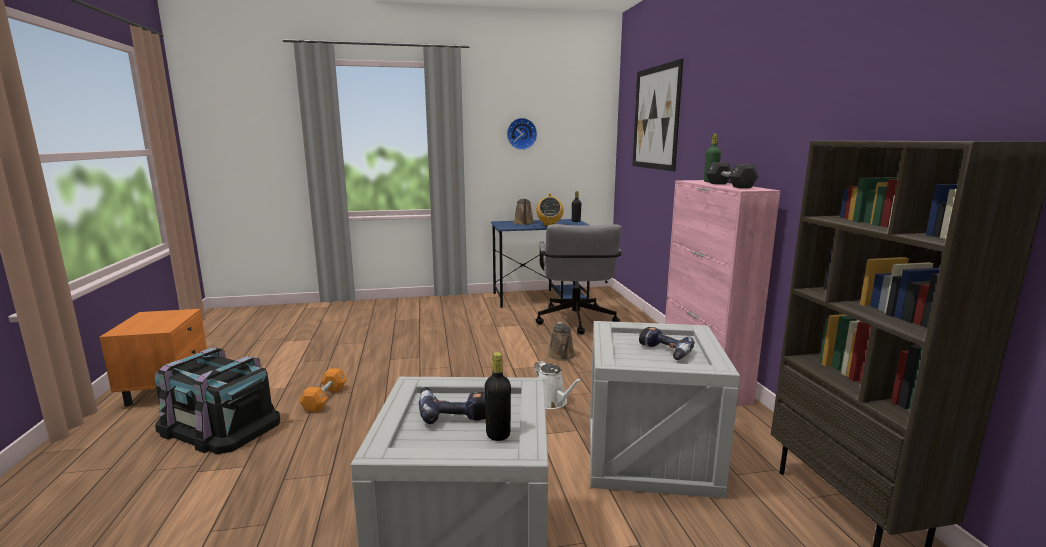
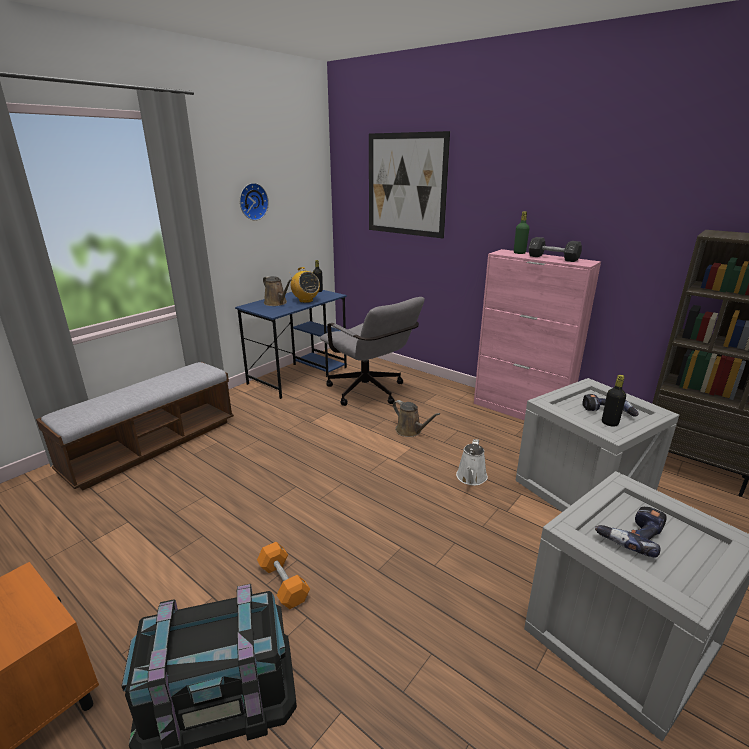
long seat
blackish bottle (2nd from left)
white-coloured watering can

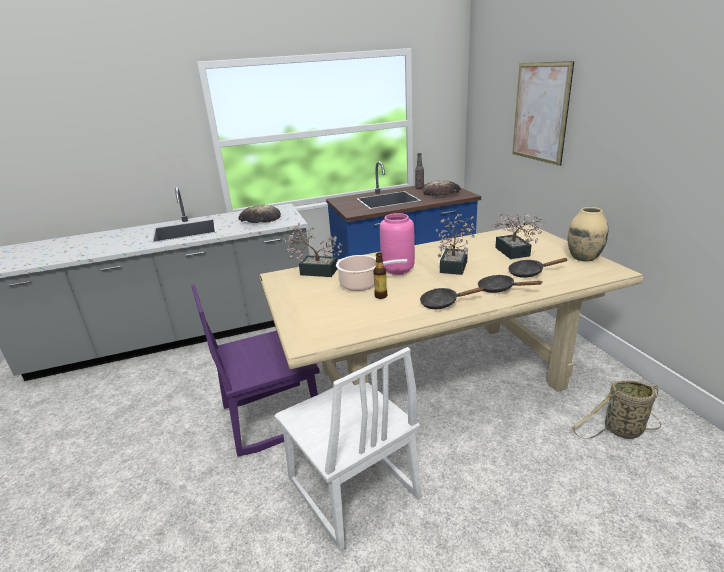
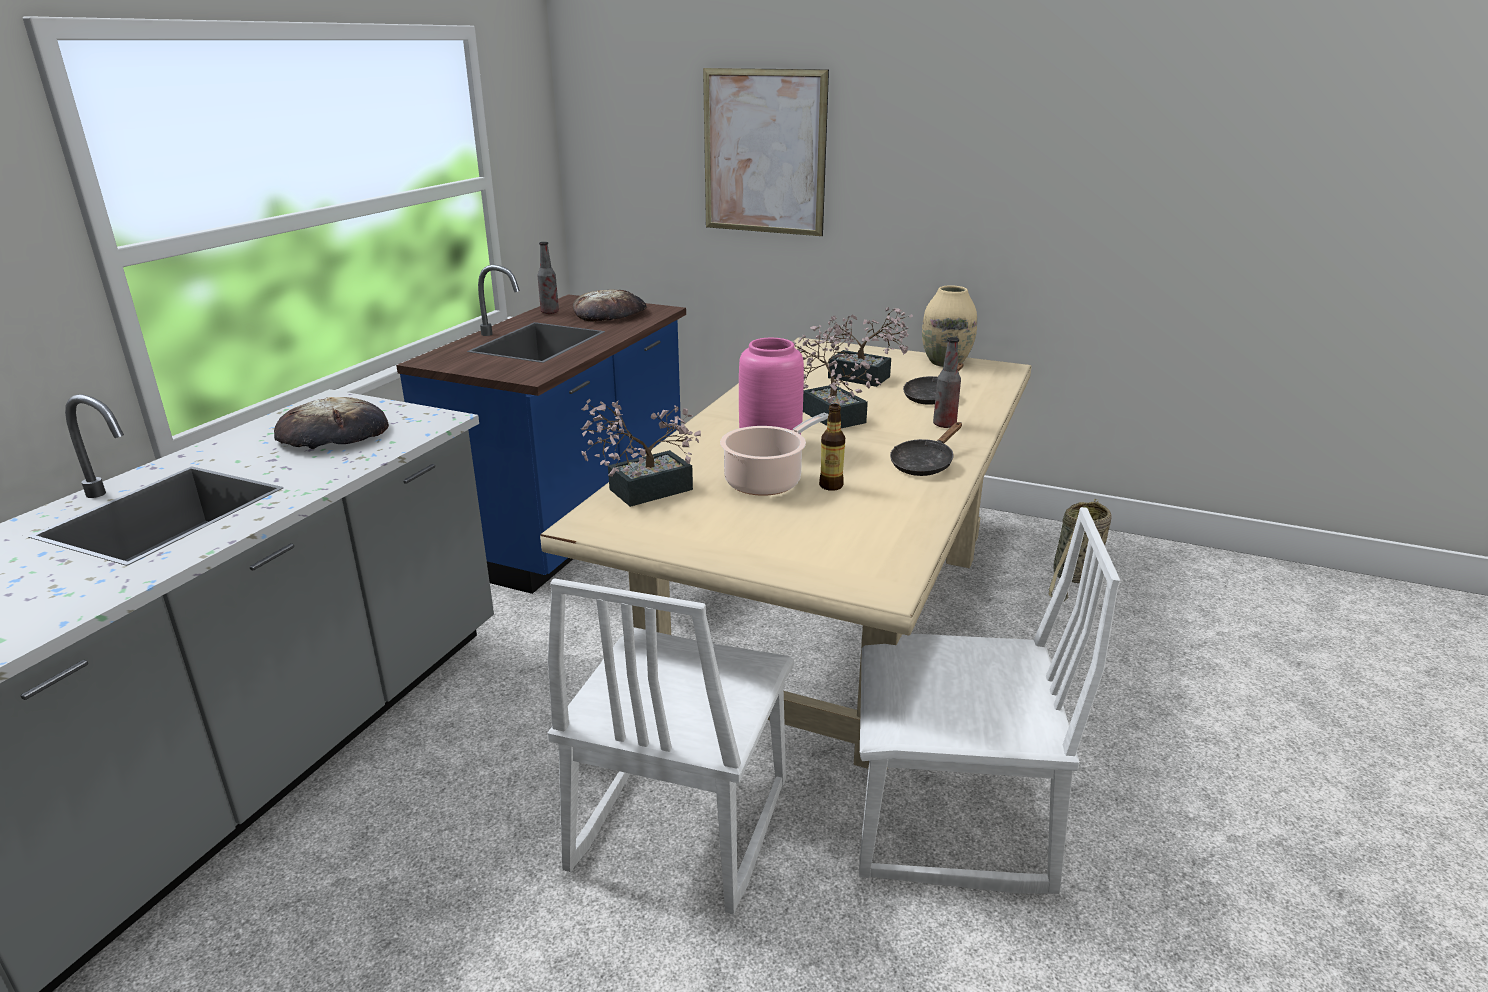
bottle (3rd from left)
white-coloured upright chair (1st from left)

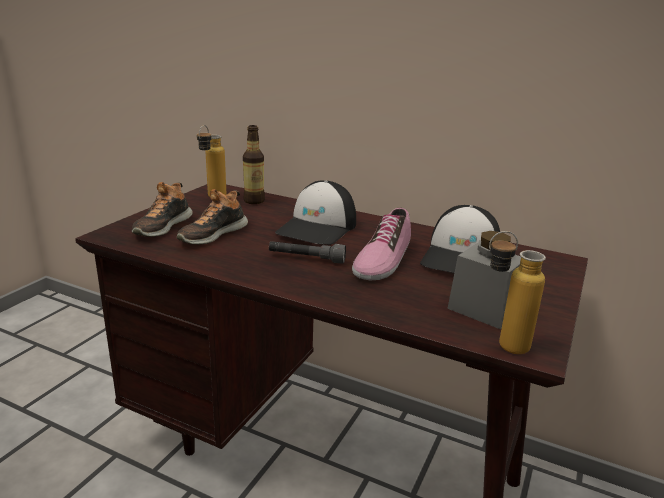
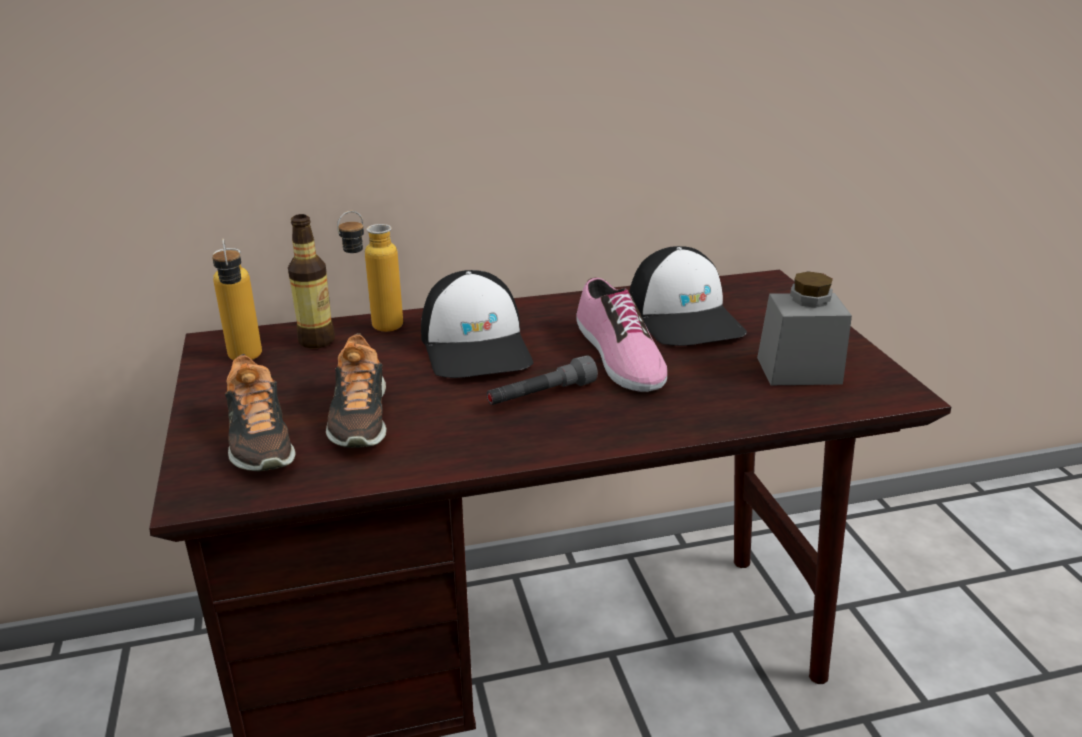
bottle (3rd from left)

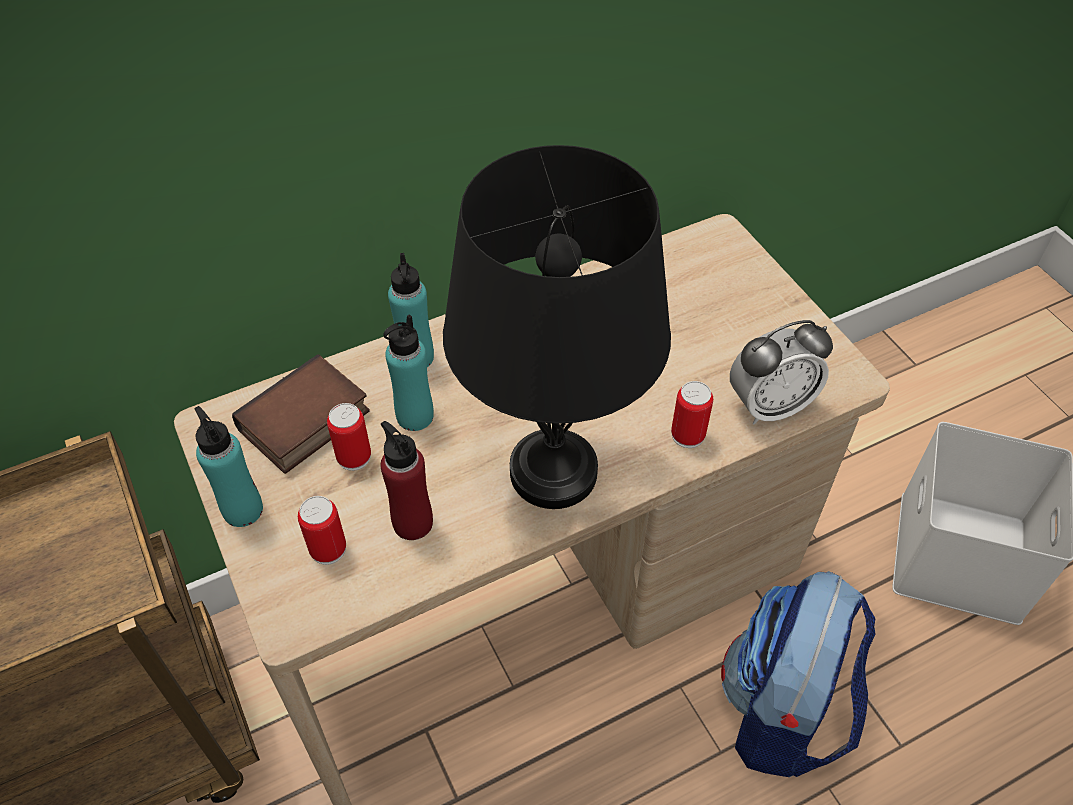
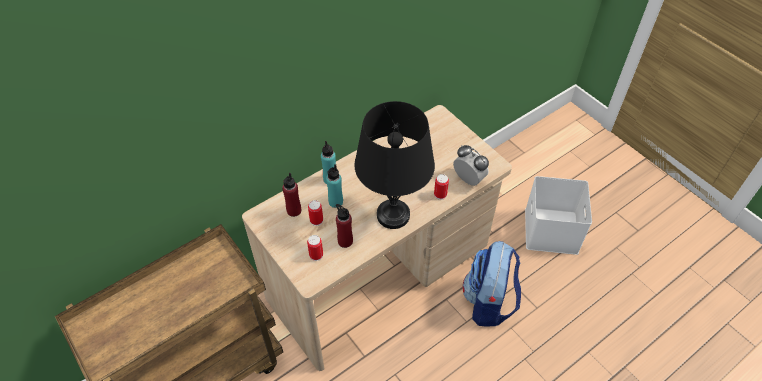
blue-green bottle (1st from left in the first image)
red-coloured bottle (1st from left)
table clock

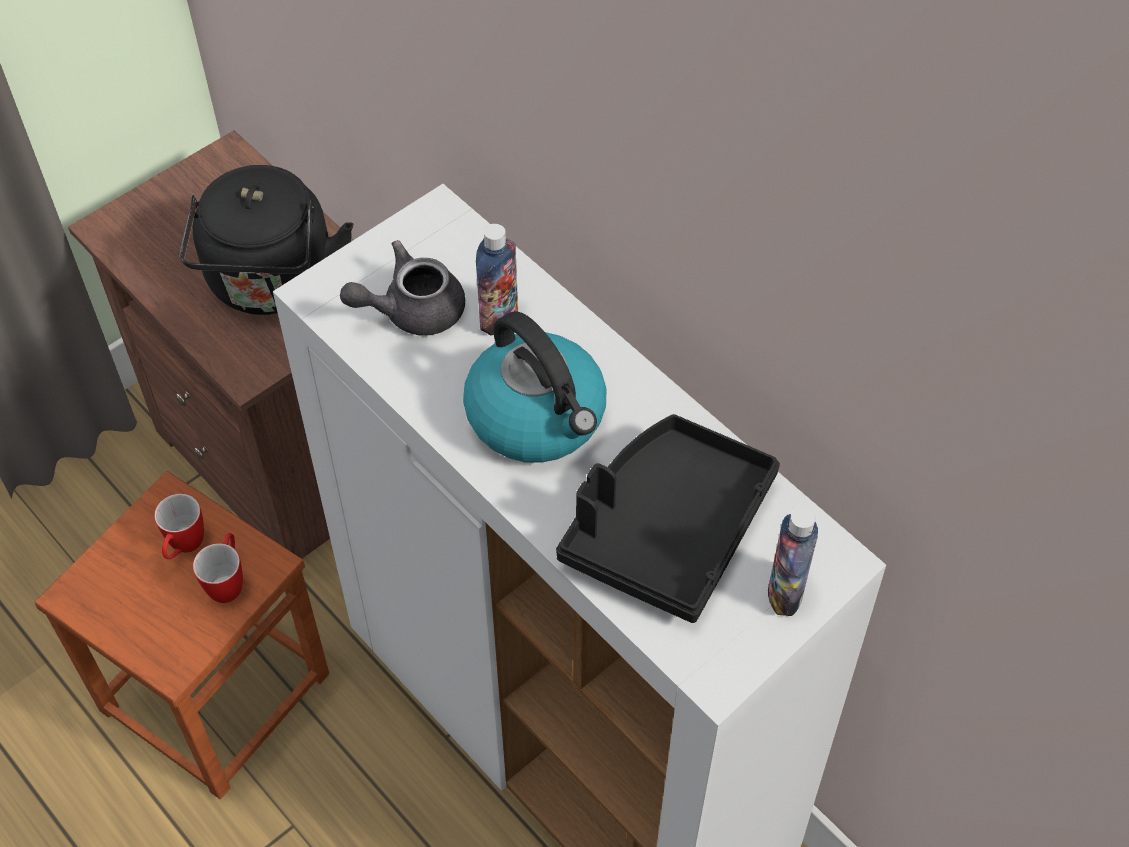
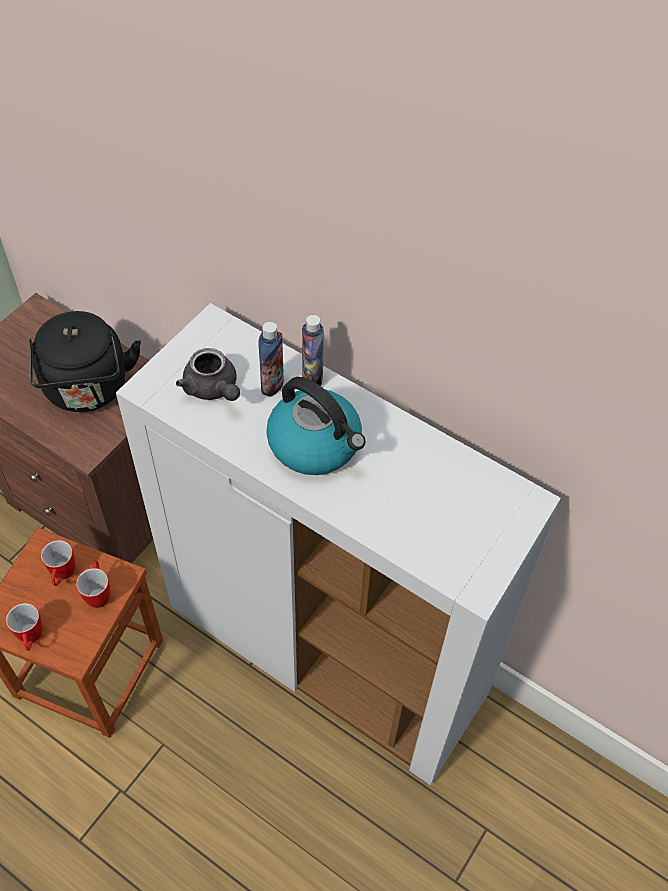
blackish tray
tea mug (1st from left)
bottle (2nd from left)
gray pot for tea

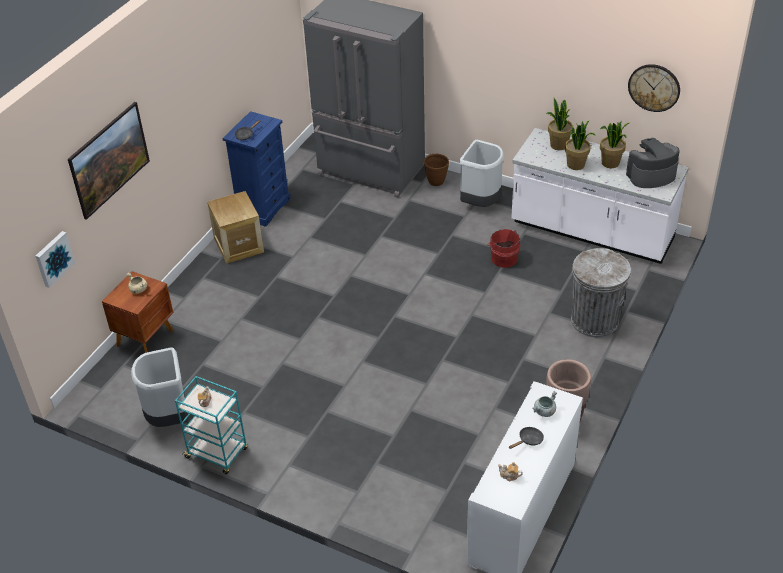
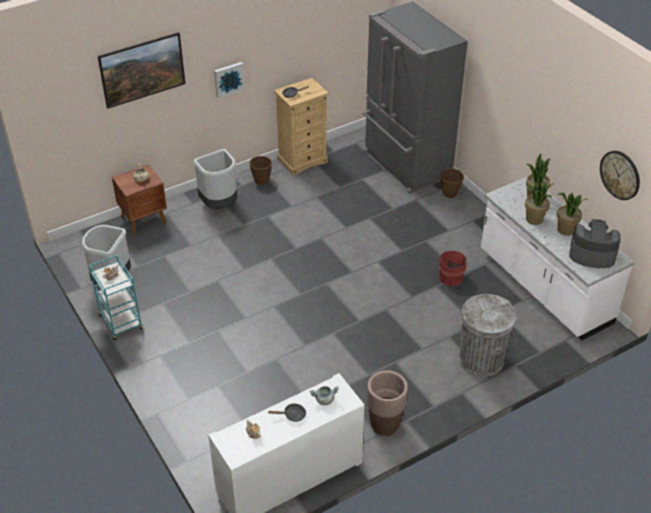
wall art (2nd from left)
gray trash can (2nd from left)
brownish planter (1st from left)
sand-coloured drawer chest

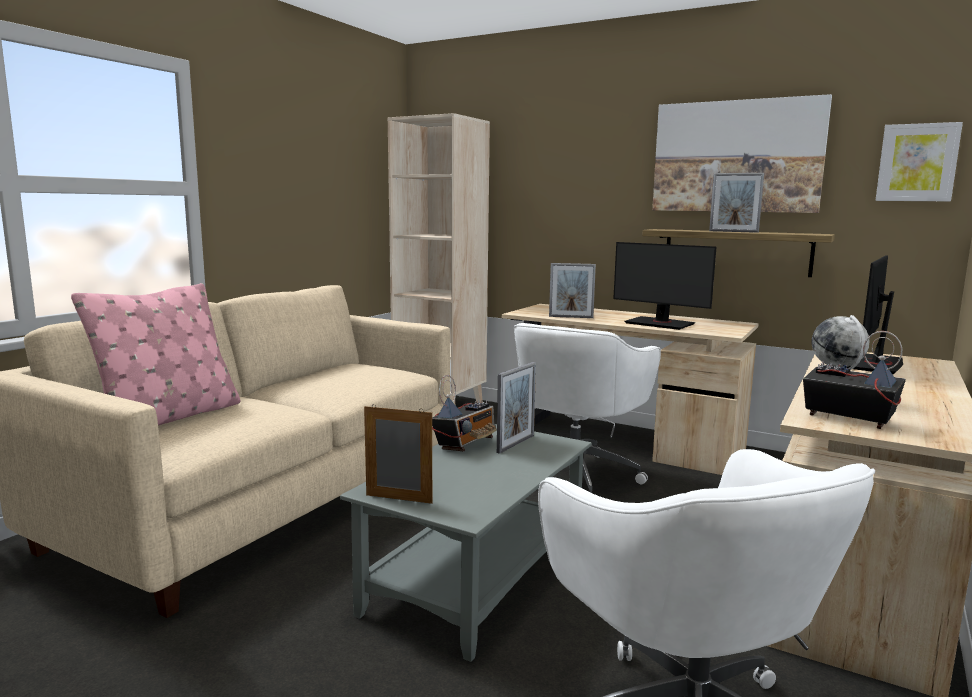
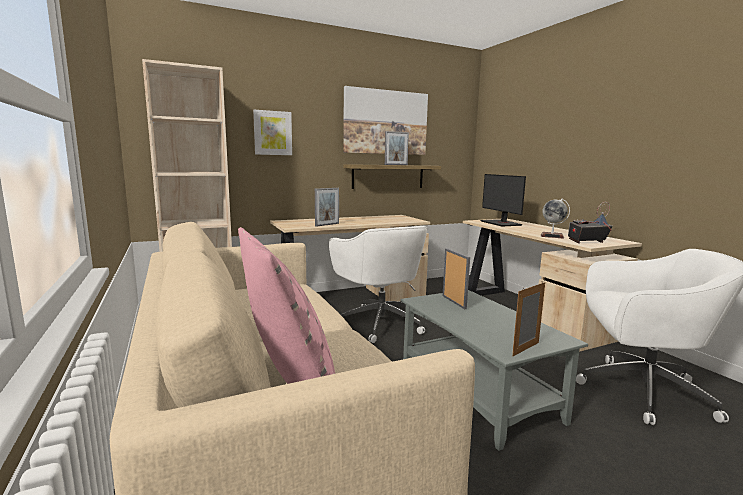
radio set (1st from left in the first image)
computer display (1st from left in the first image)
wall art (1st from left)

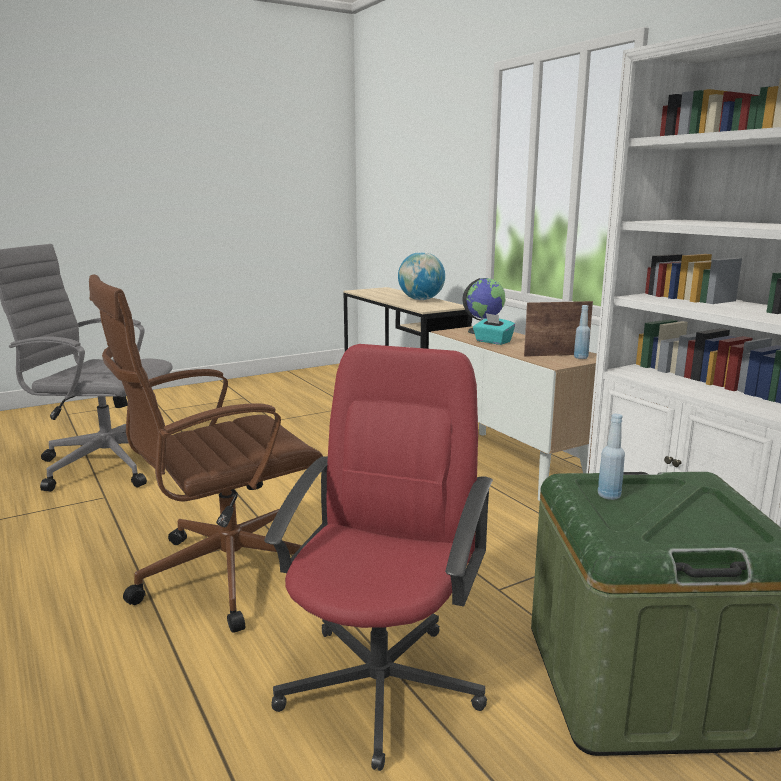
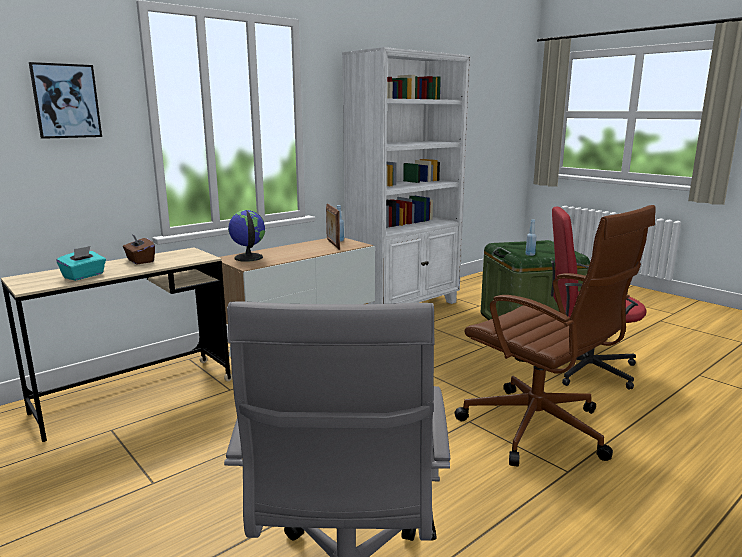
wall art
blue-green box of tissues
brownish box of tissues

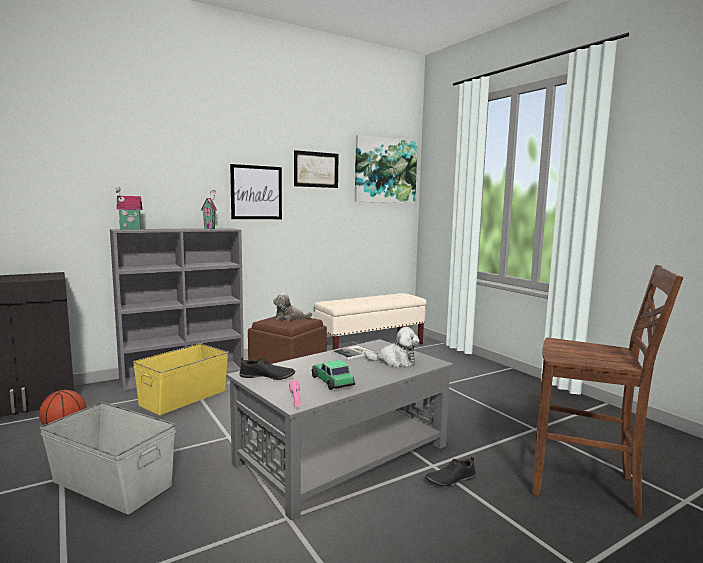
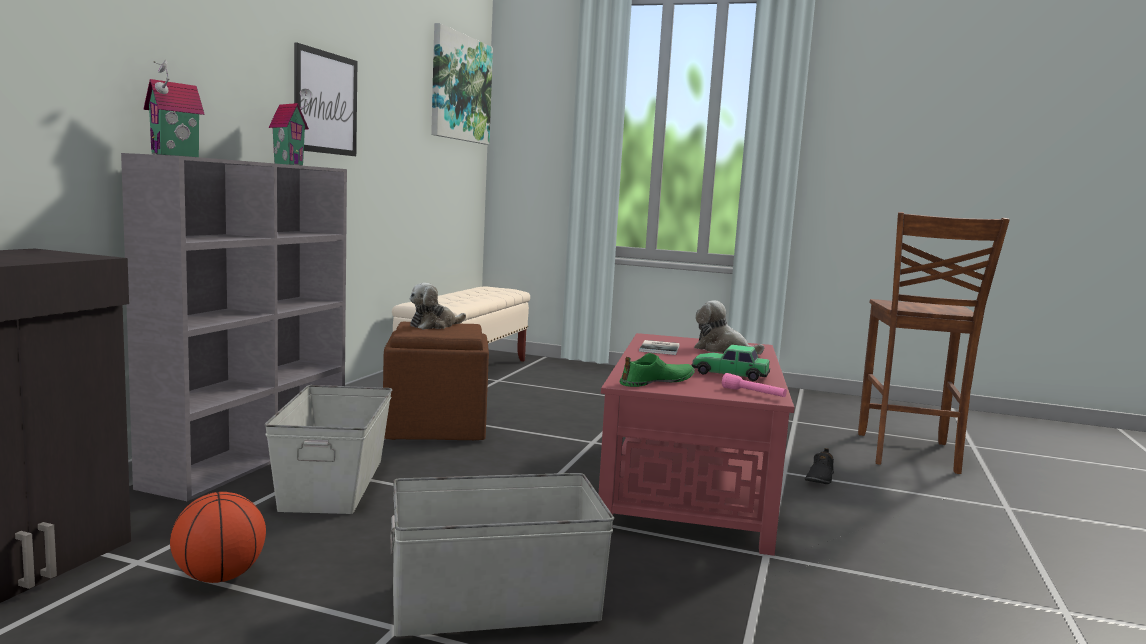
wall art (2nd from left in the first image)
gray storage container (1st from left)
red-coloured low table
green-coloured item of footwear
plush toy (2nd from left)
brownish upright chair

